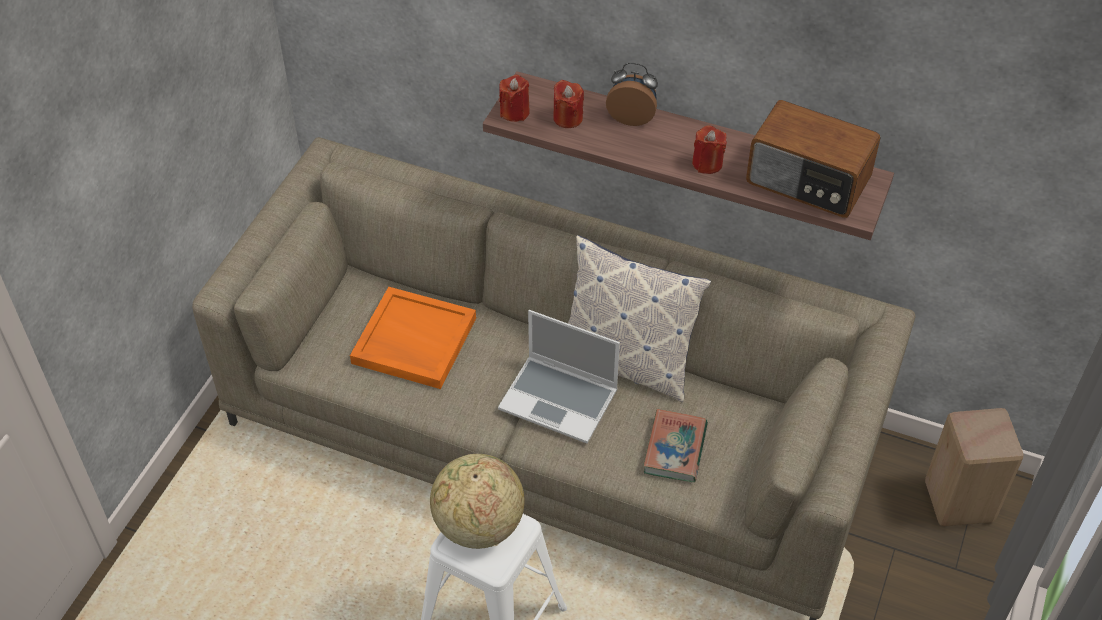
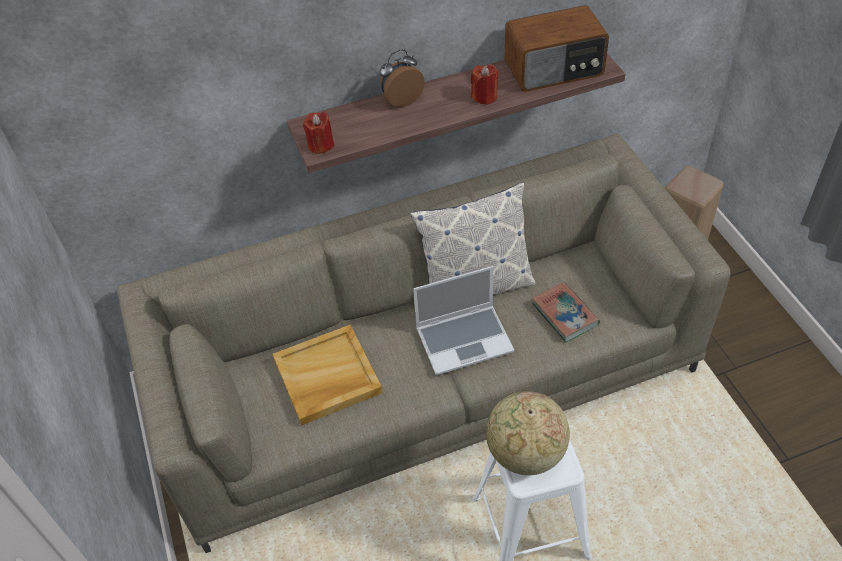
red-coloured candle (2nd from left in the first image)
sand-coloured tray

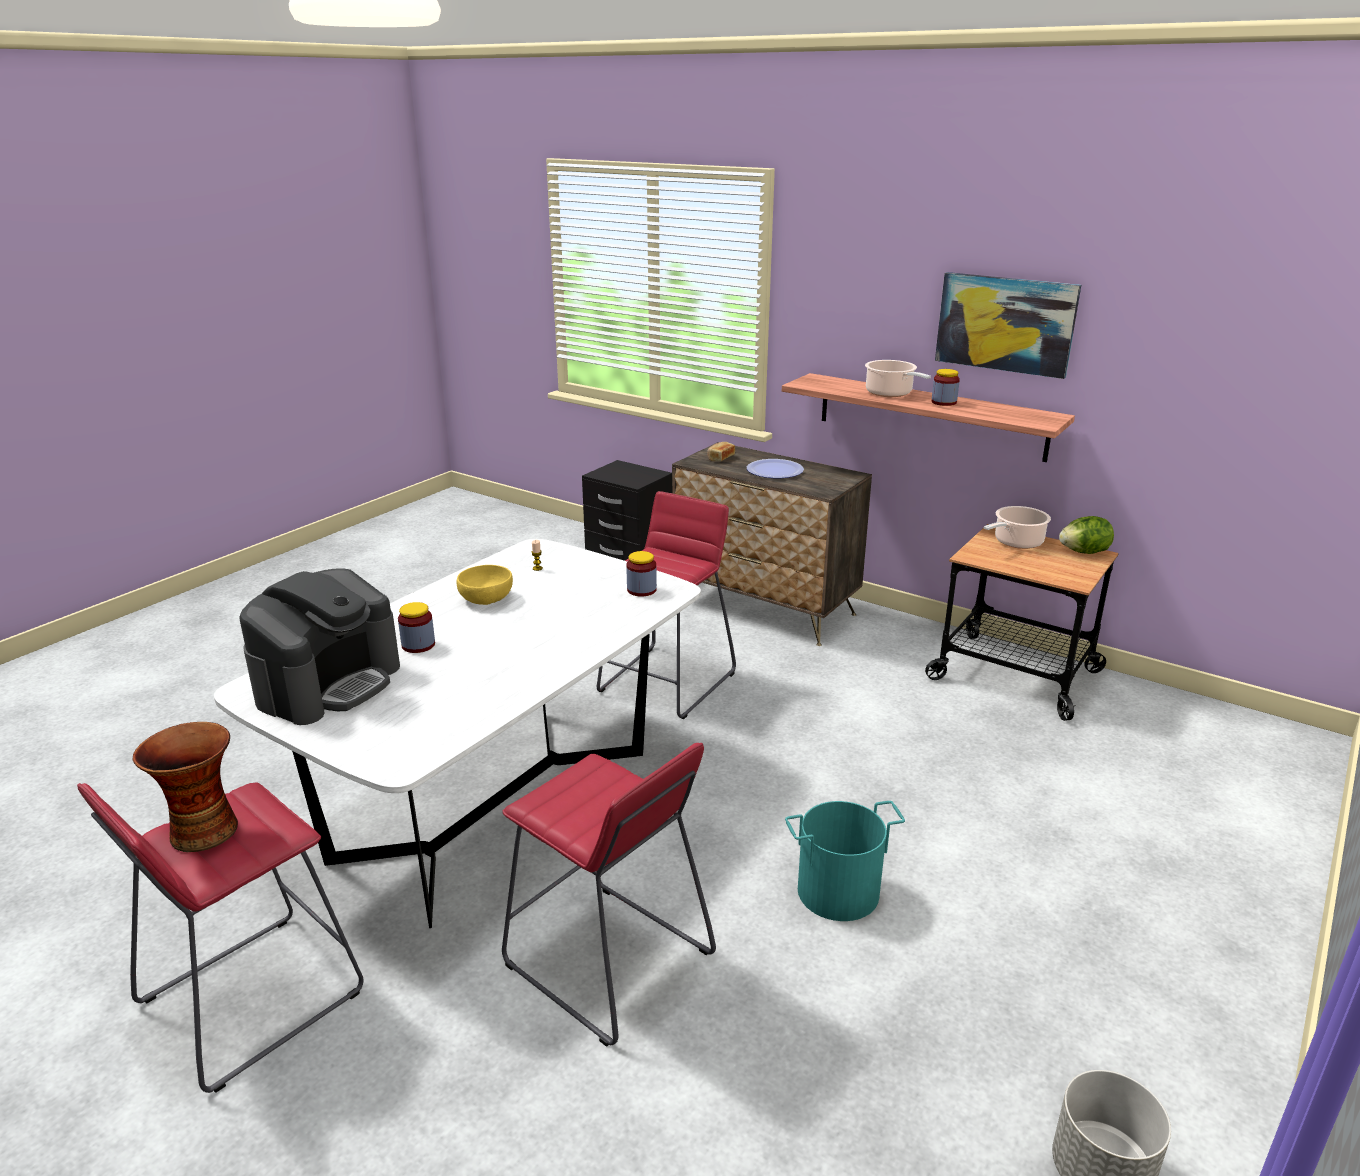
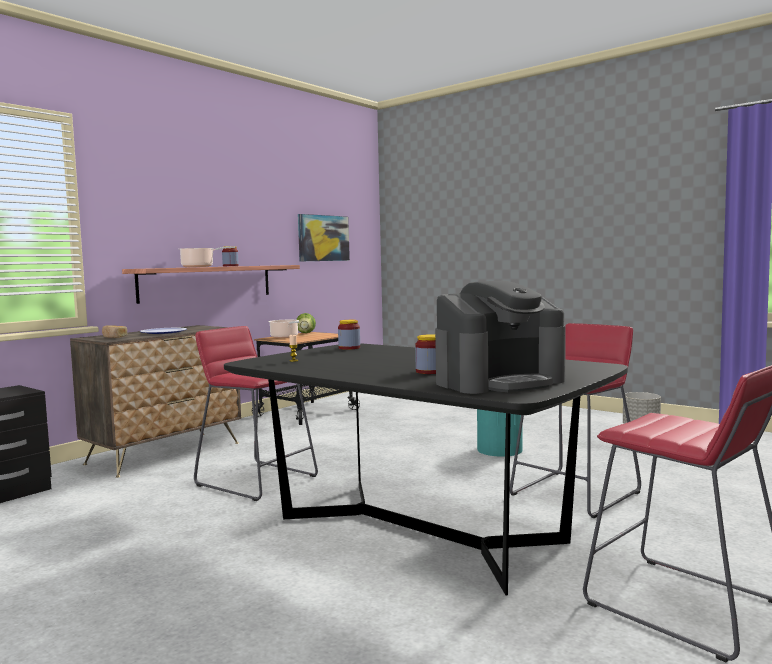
decorative vase
yellow bowl
wall art
blackish dining table
coffee maker

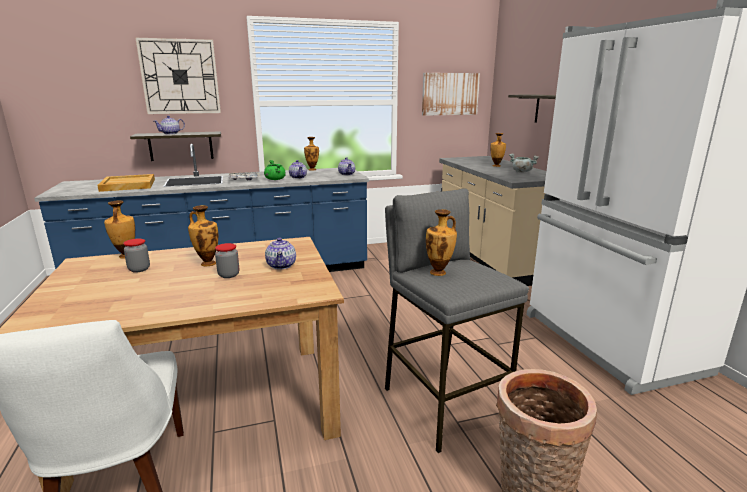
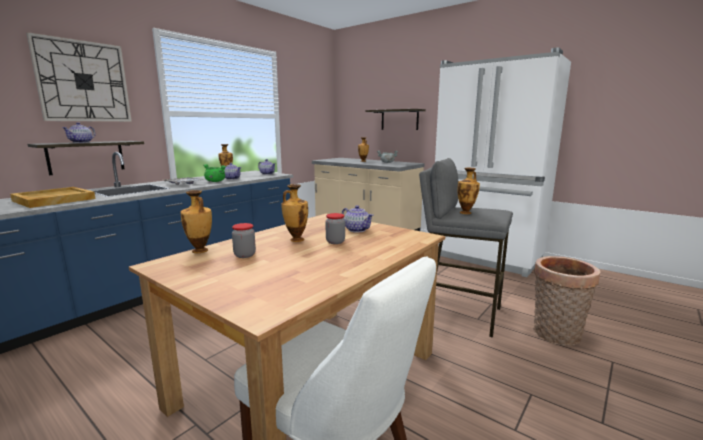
wall art

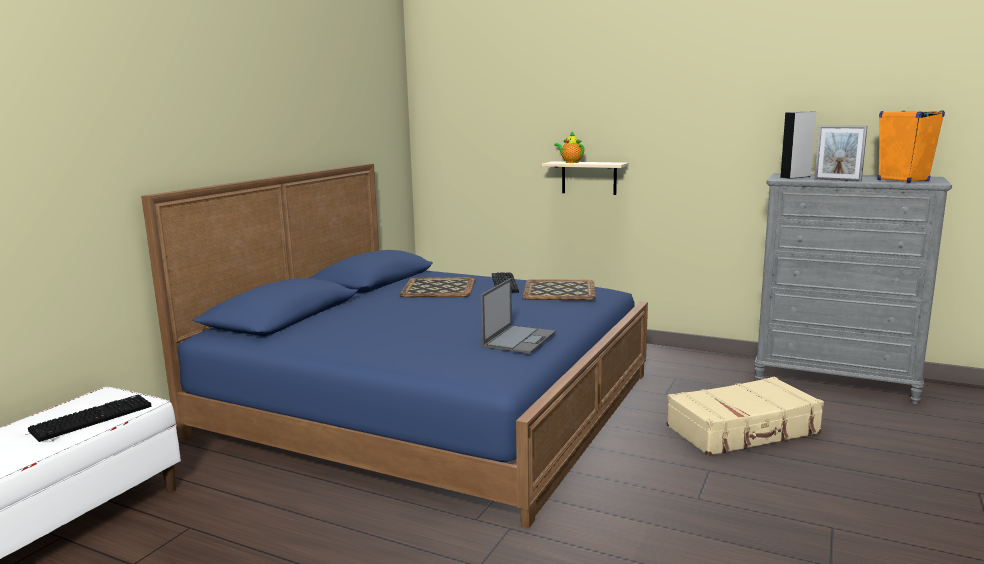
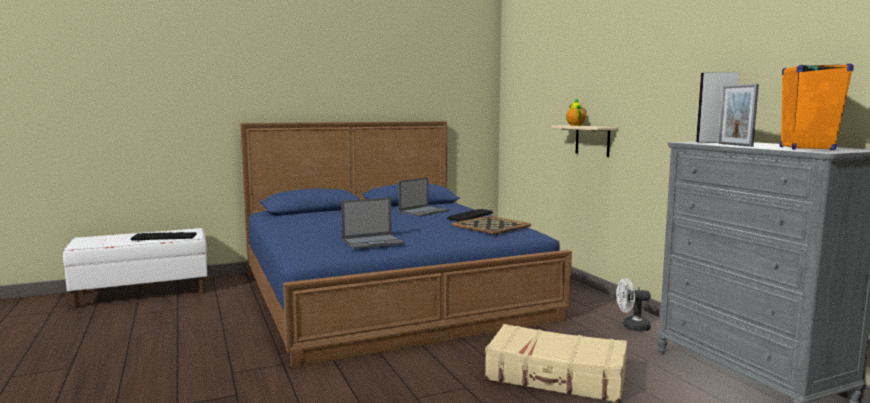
white-coloured electric fan
laptop (2nd from left)

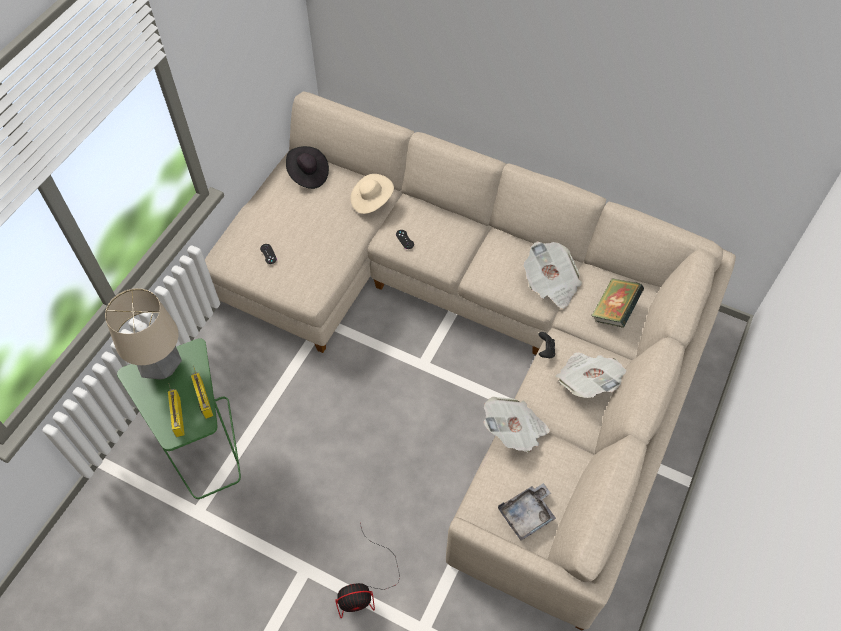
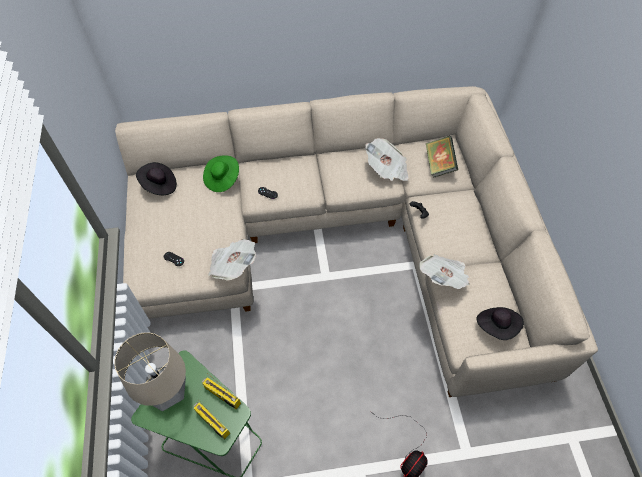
daily paper (1st from left)
blackish hat (2nd from left)
green-coloured hat

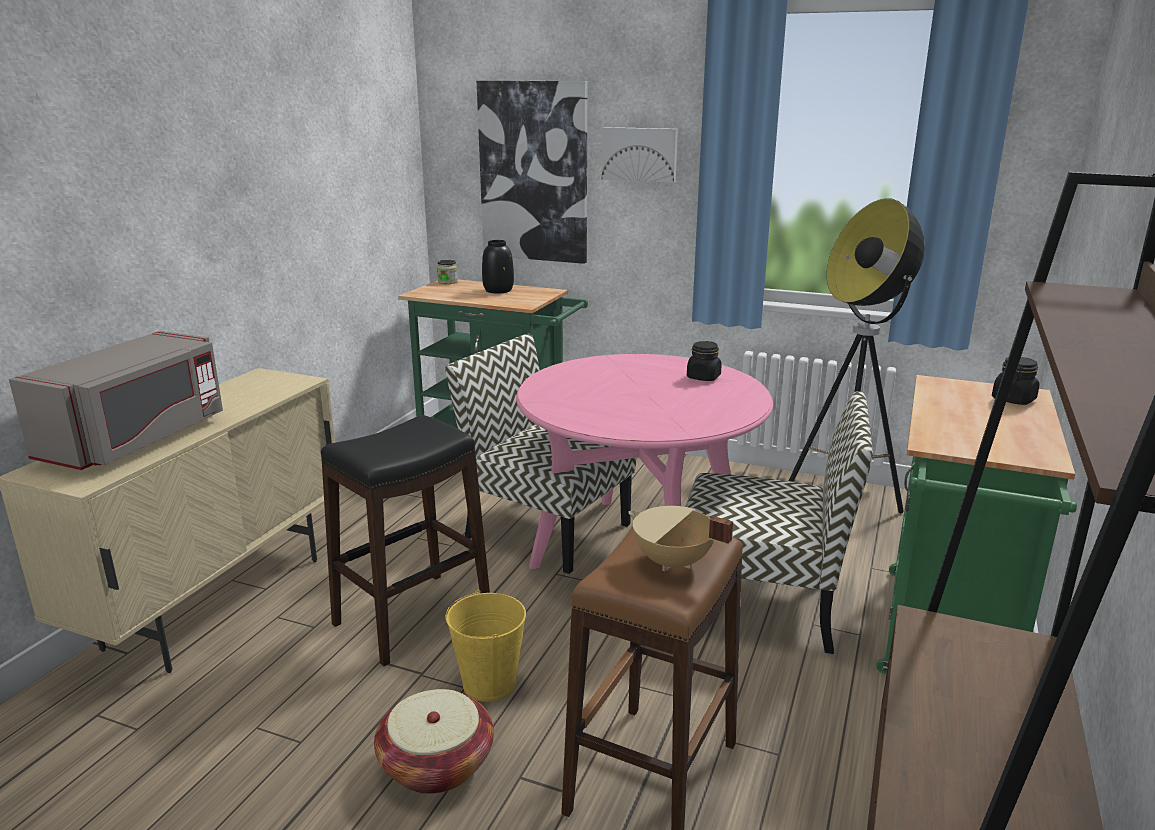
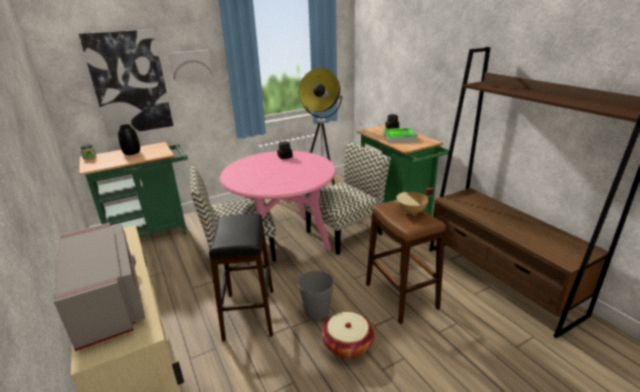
tray
gray water bucket

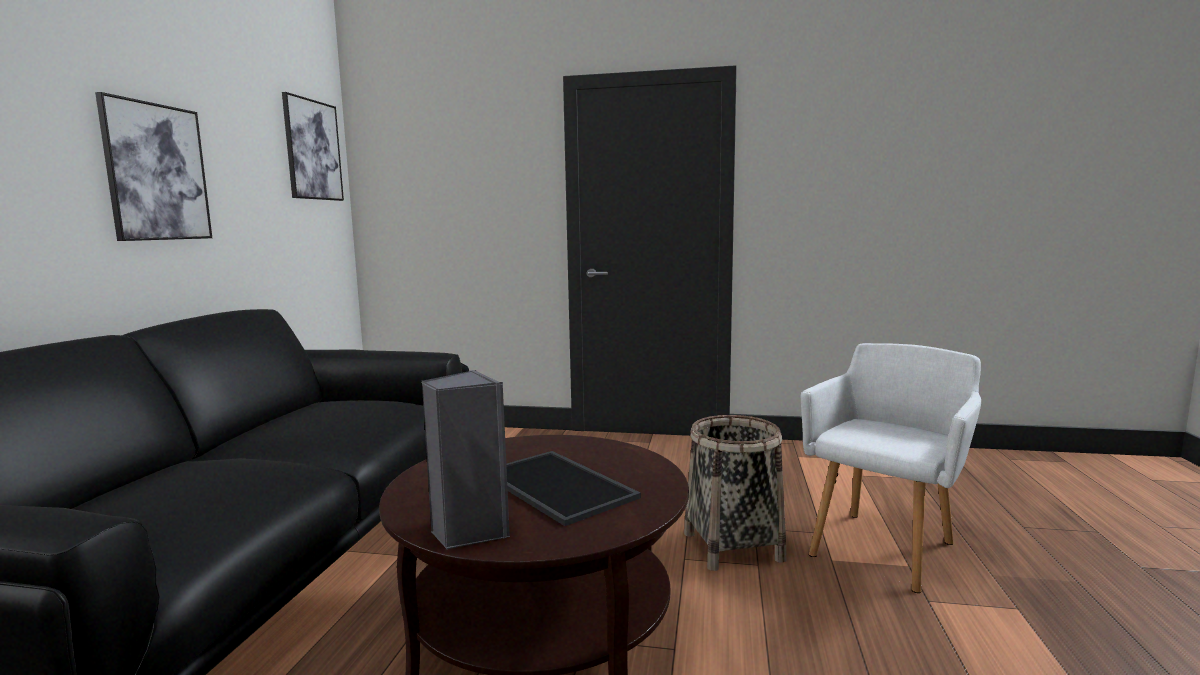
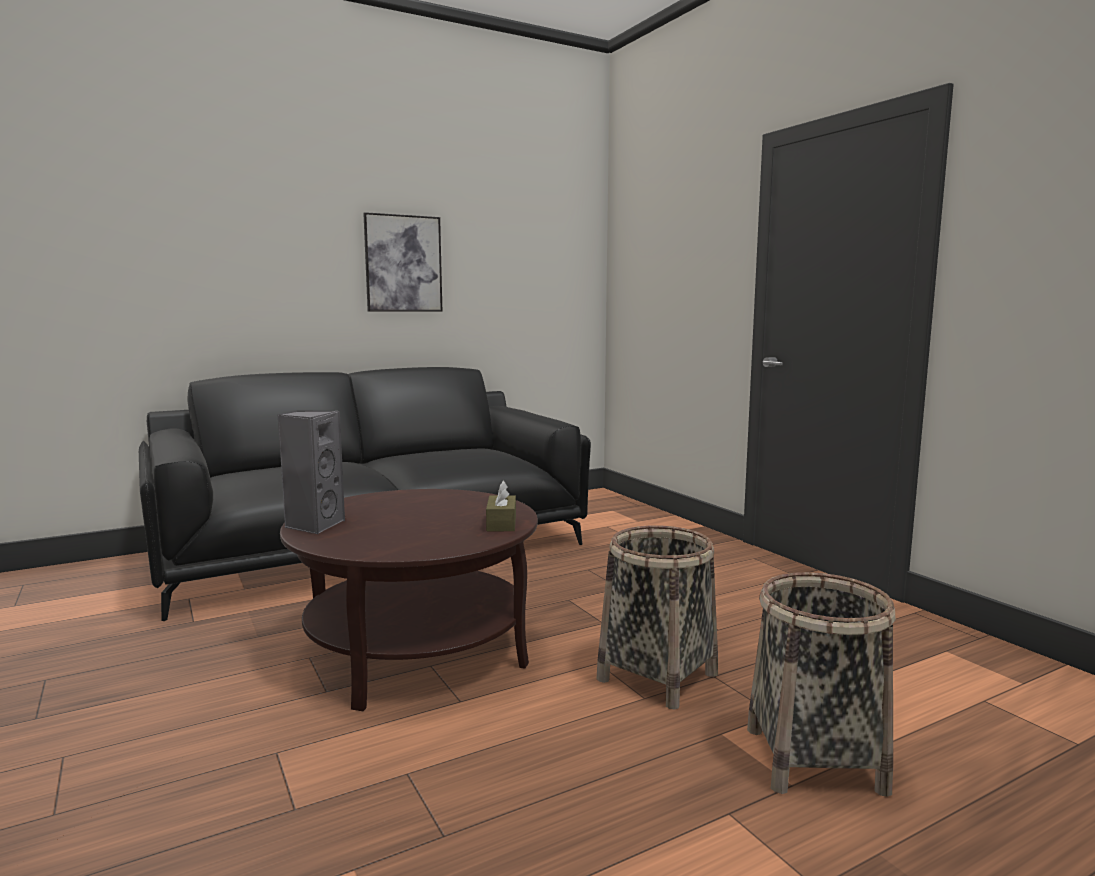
wall art (2nd from left in the first image)
tray
brownish box of tissues
household basket (2nd from left)

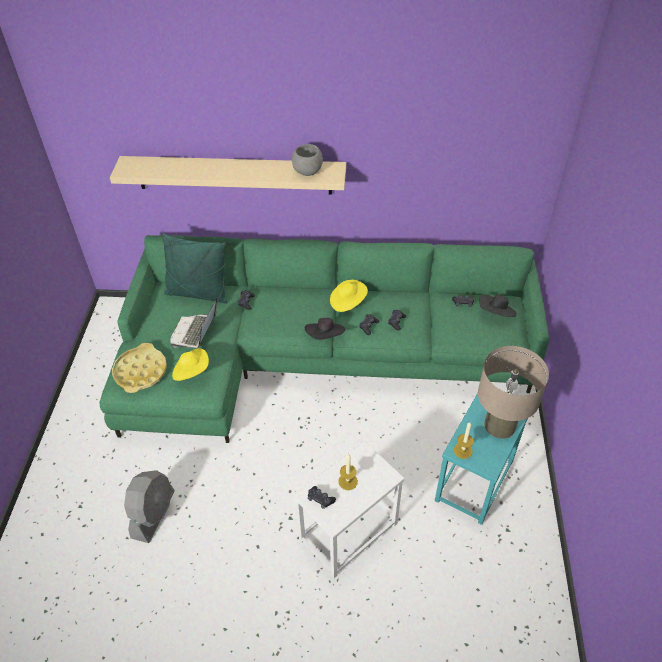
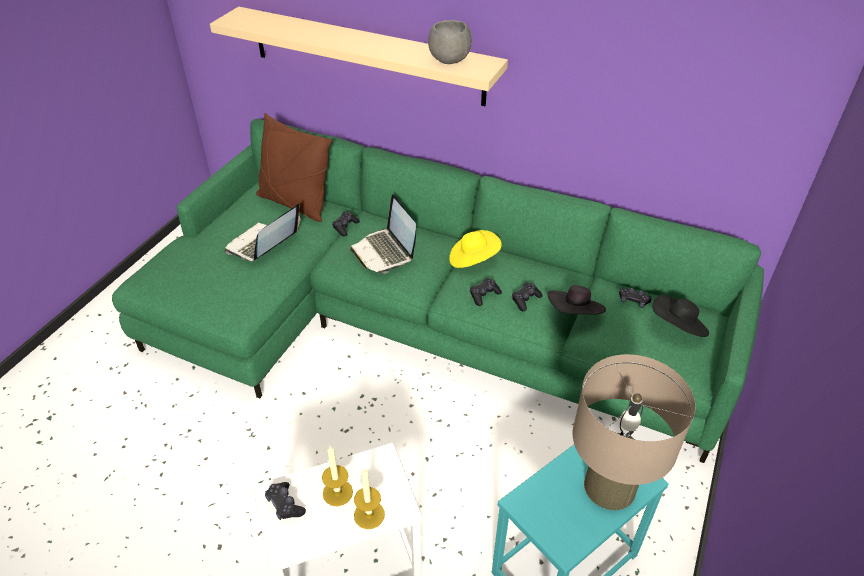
yellow tray
gray electric fan
yellow hat (1st from left in the first image)
laptop (2nd from left)
blackish hat (1st from left)
candle (2nd from left)
brownish pillow

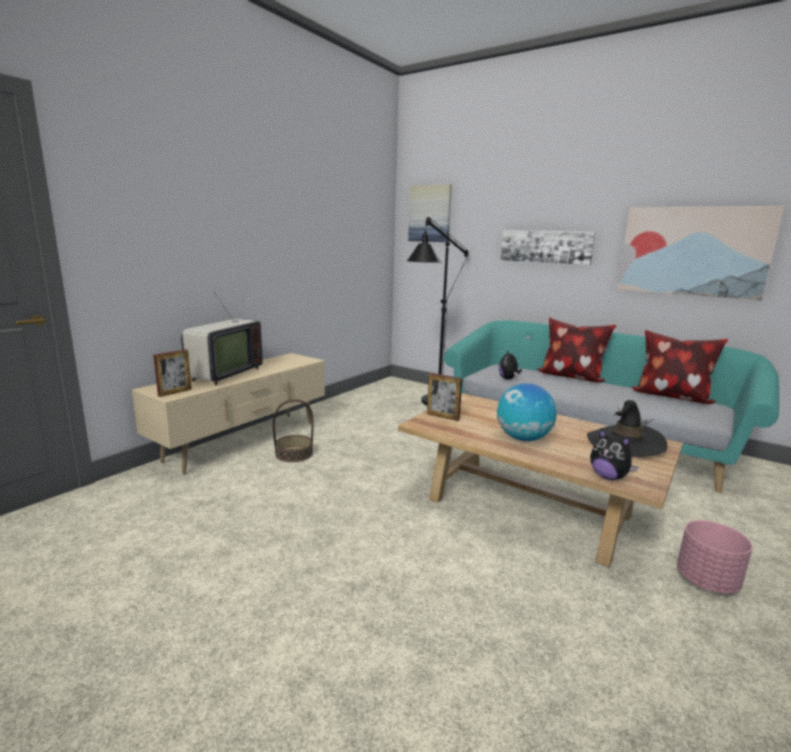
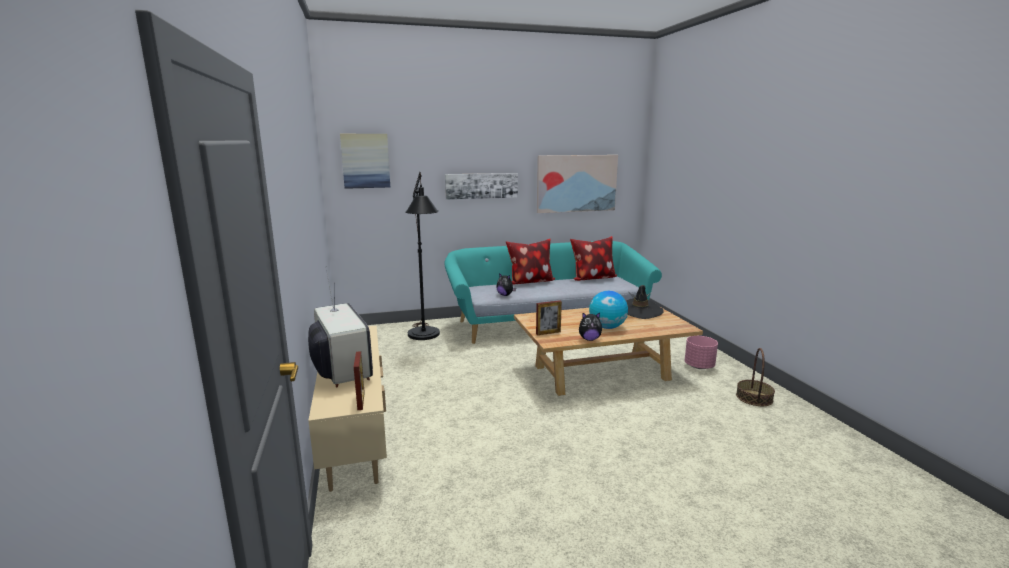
household basket
plush toy (2nd from left)

